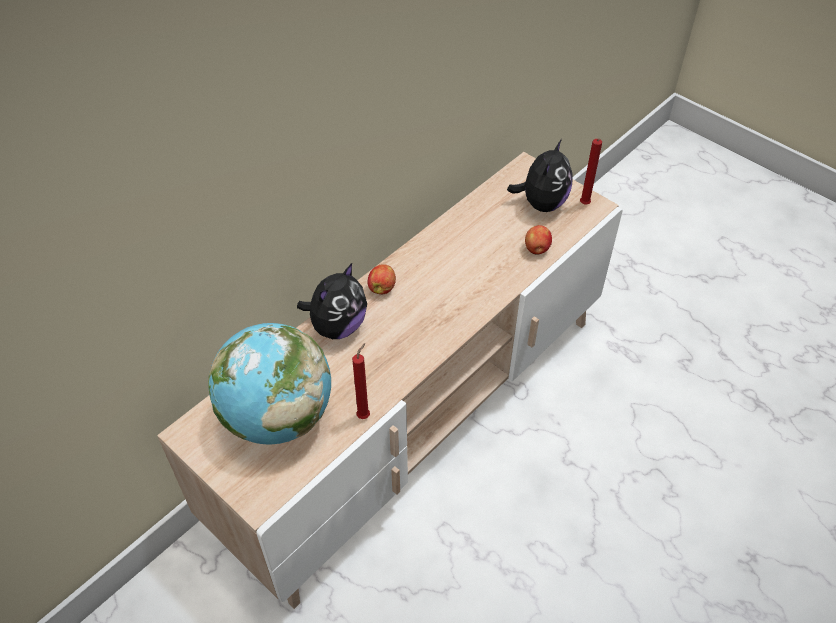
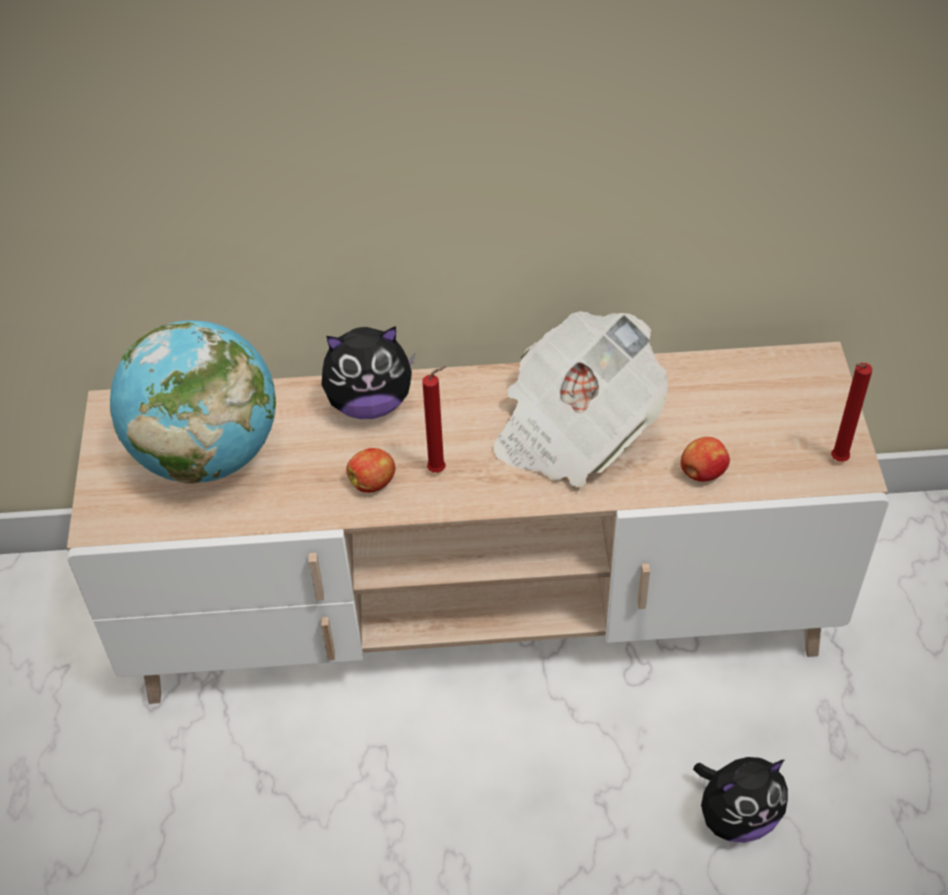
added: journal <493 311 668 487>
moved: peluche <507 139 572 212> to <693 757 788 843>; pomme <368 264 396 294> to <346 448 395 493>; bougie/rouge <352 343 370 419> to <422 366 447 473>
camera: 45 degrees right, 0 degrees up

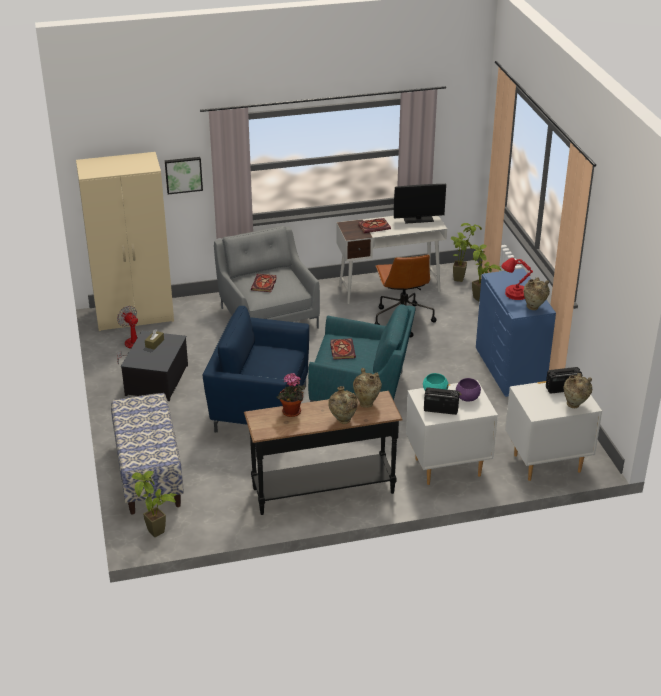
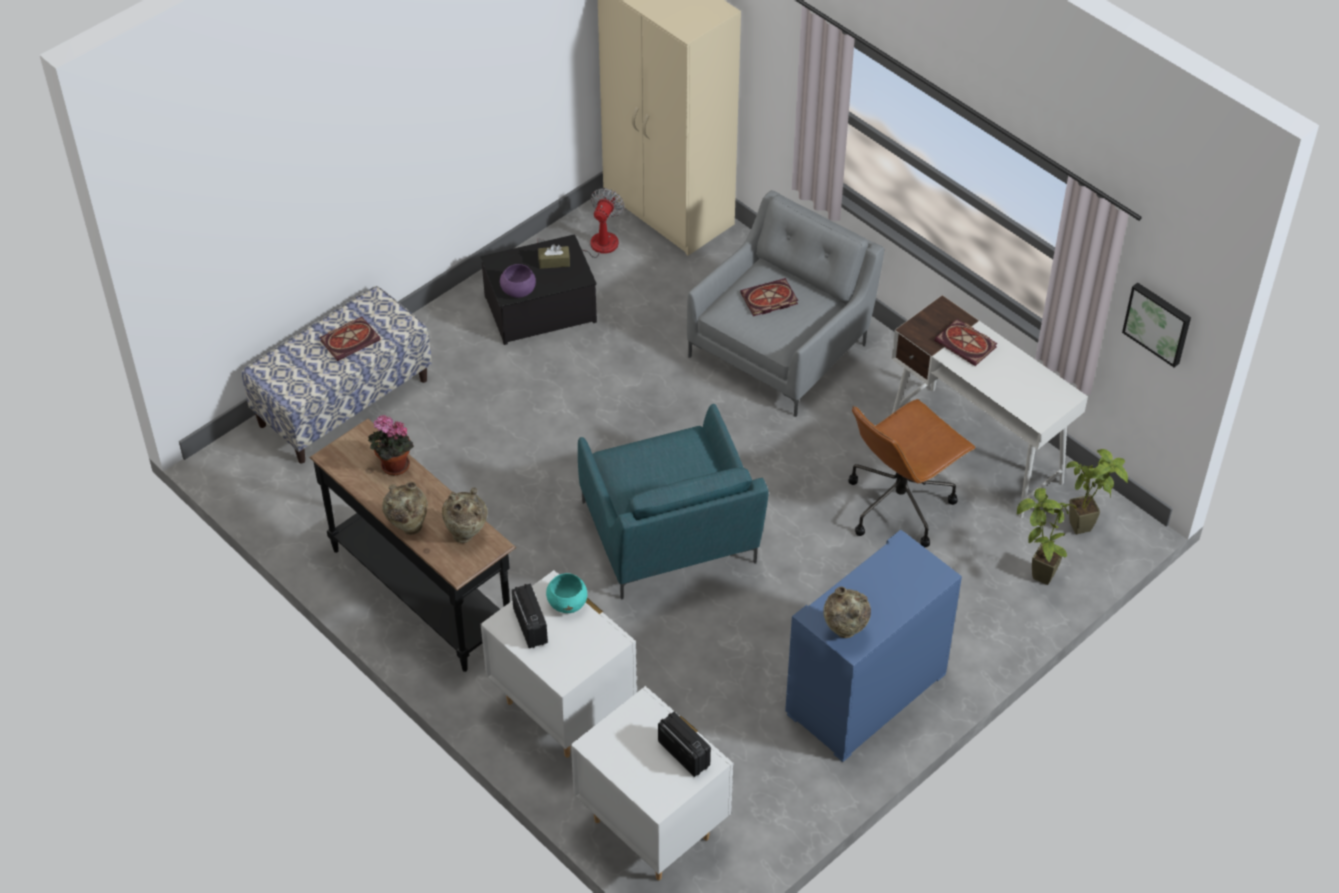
removed: écran d'ordinateur <394 184 446 224>; lampe de table/rouge <501 258 533 300>; fauteuil/bleu <203 306 309 433>; vase/beige <563 373 592 408>; plante en pot <132 471 176 537>
moved: tableau <165 157 203 195> to <1122 282 1191 368>; livre <330 338 356 360> to <320 317 381 361>; bol/violet <456 378 481 401> to <500 264 536 298>
camera: 60 degrees right, 15 degrees up

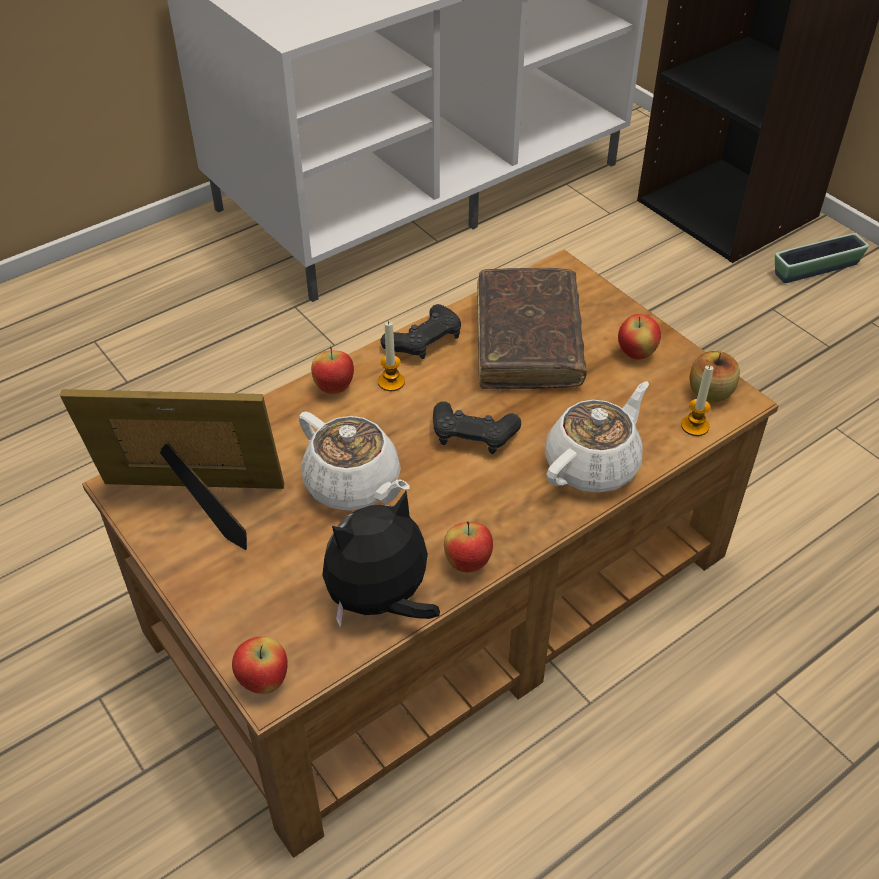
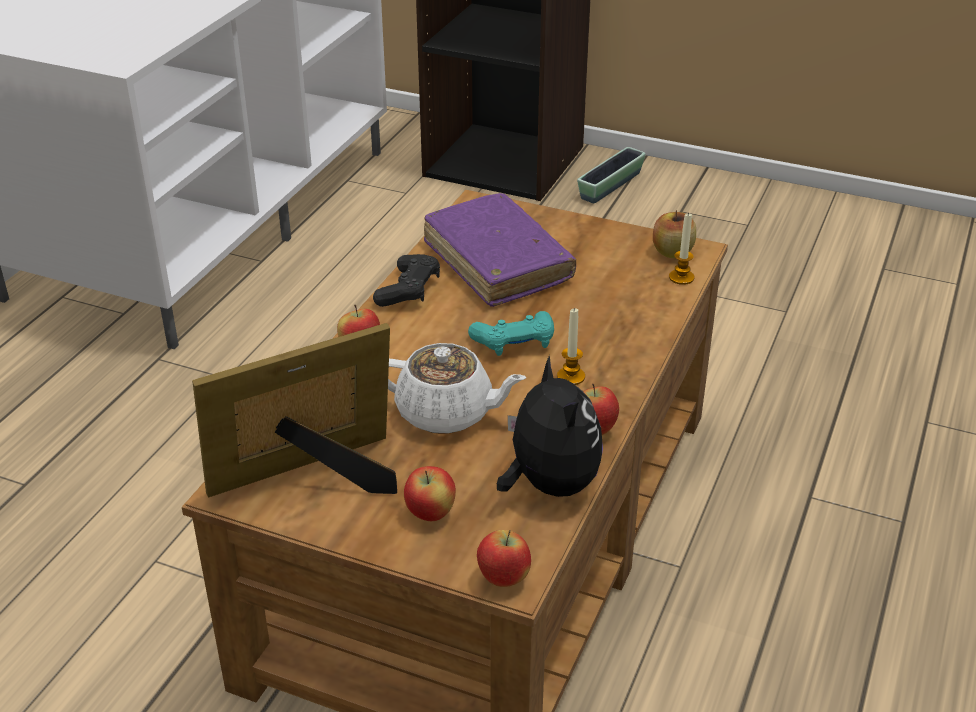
removed: théière/blanc <545 382 649 493>
moved: pomme <618 314 661 360> to <404 466 456 521>; bougie <378 321 405 391> to <557 307 585 385>
recoloured: livre/marron <477 268 587 389> to livre/violet <424 193 576 307>; manette/noir <433 401 521 454> to manette/turquoise <468 311 554 356>
turned: peluche <322 491 440 628> = <497 355 603 497> 135 degrees clockwise
camera: 30 degrees left, 10 degrees down

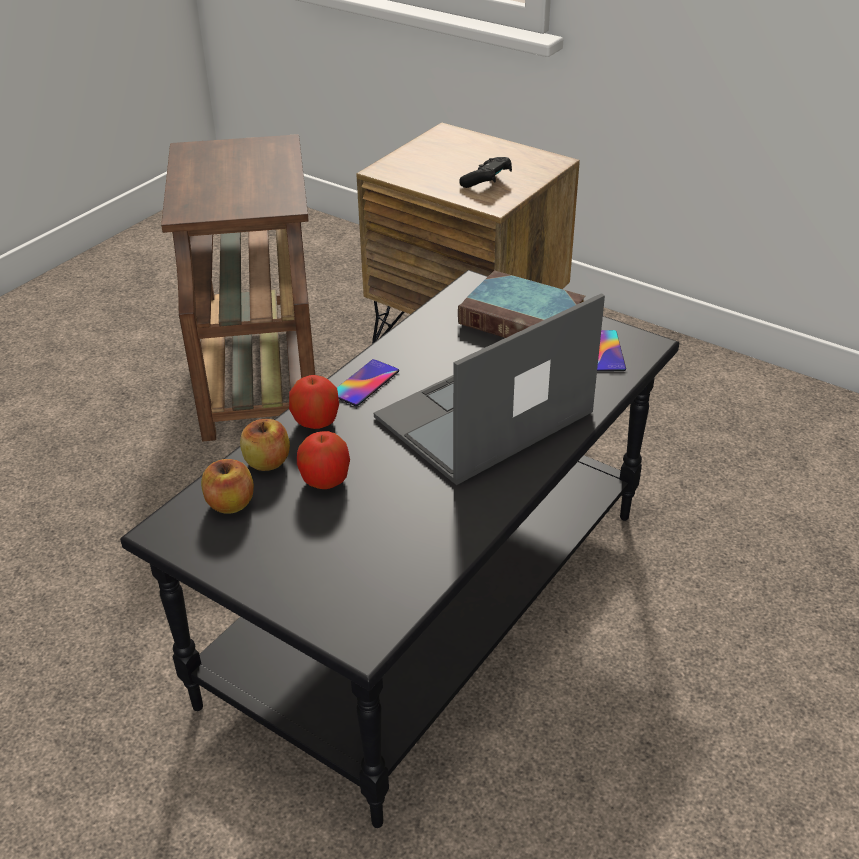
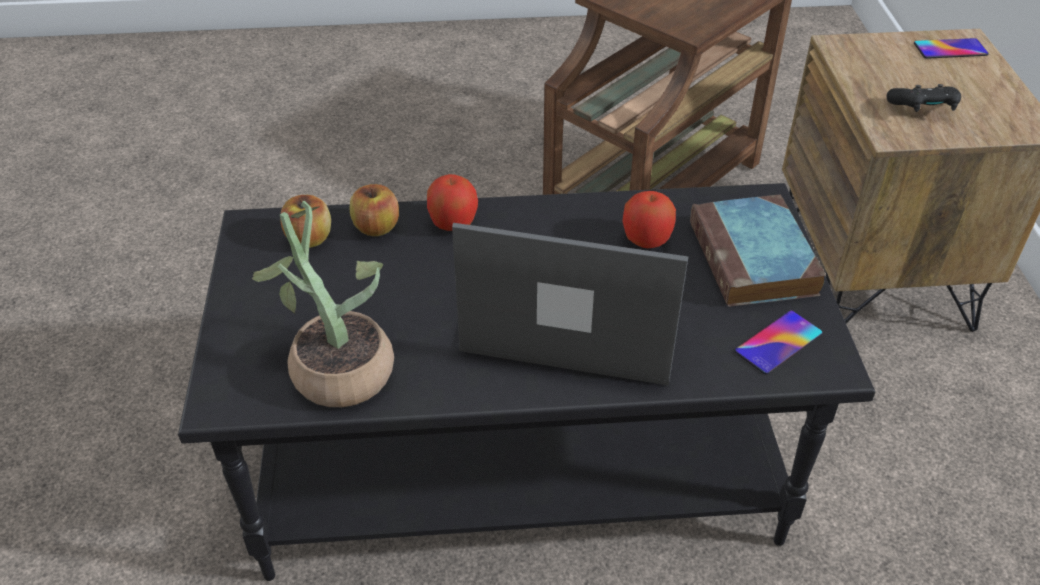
added: plante en pot <252 201 394 407>
moved: téléphone <337 359 399 406> to <914 38 989 59>; pomme <297 431 350 489> to <622 191 676 248>
camera: 50 degrees right, 5 degrees up

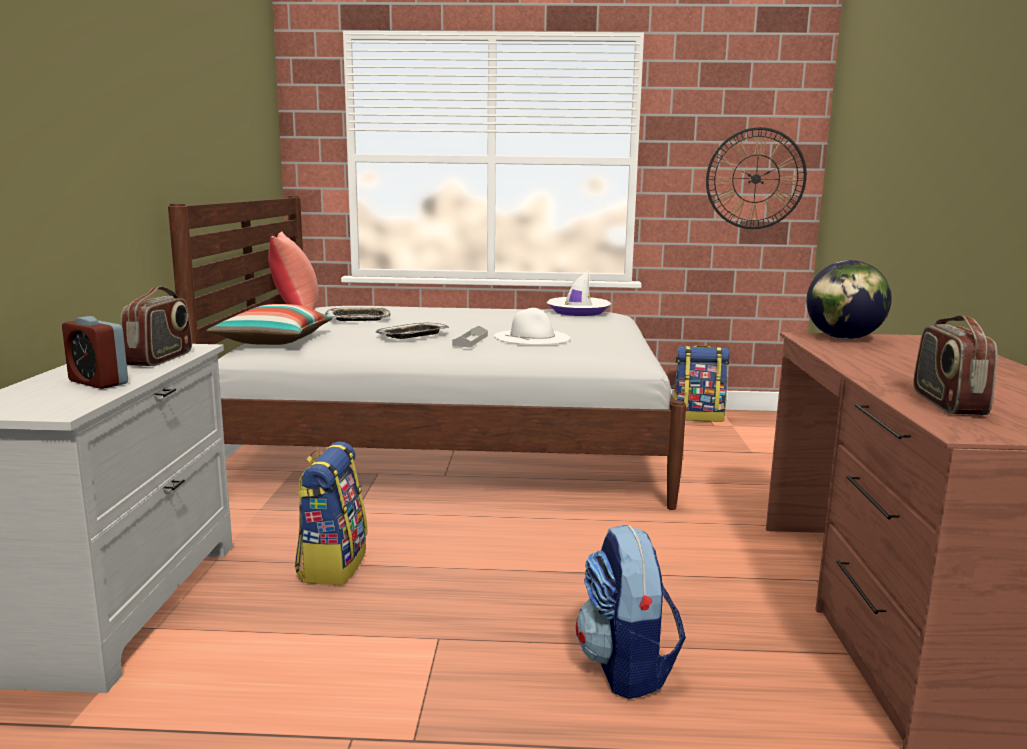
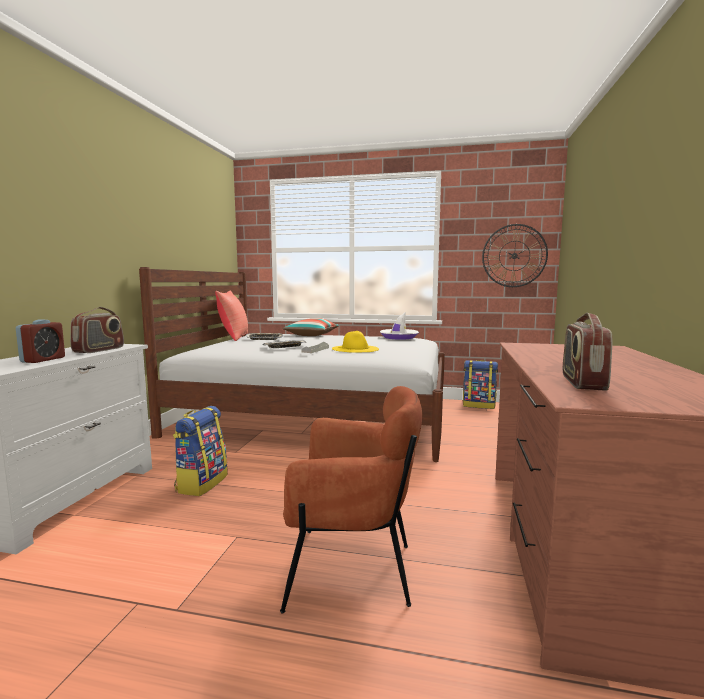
removed: globe <806 260 892 339>
moved: coussin <206 304 333 345> to <282 318 339 336>
replaced: sac à dos <576 525 686 699> to fauteuil/marron <280 386 422 614>
recoloured: chapeau/blanc <494 308 571 345> to chapeau/jaune <332 331 379 353>
turned: réveil <62 316 128 389> = <16 319 65 363> 120 degrees counterclockwise
camera: 10 degrees right, 5 degrees down

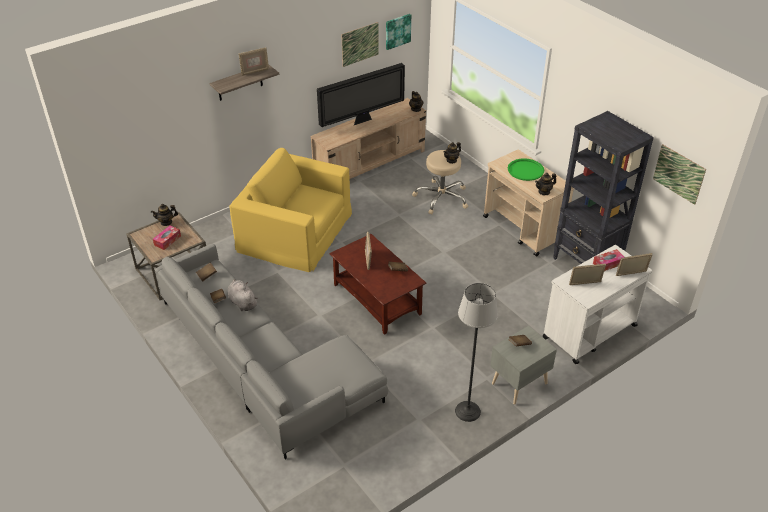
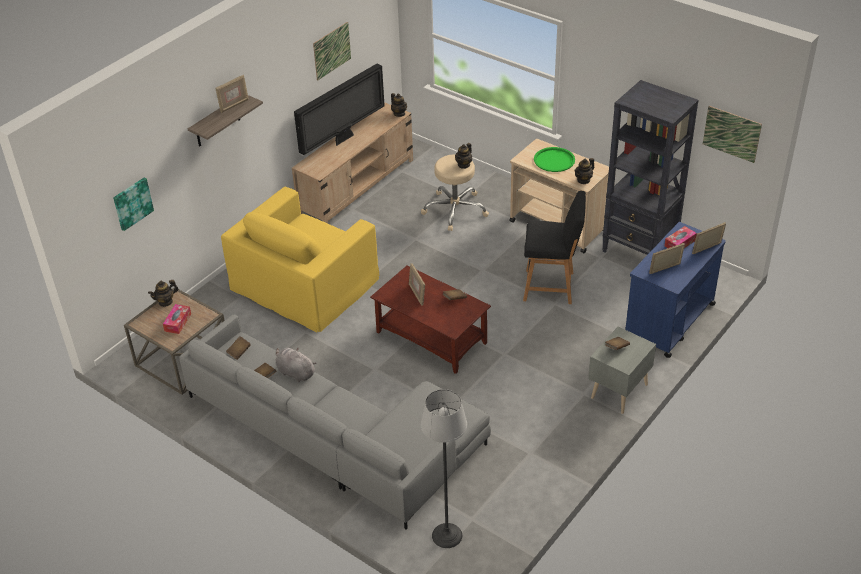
added: tabouret/noir <523 191 586 304>
moved: tableau <386 14 411 50> to <113 178 154 231>; lampadaire <455 283 498 422> to <421 389 467 548>
recoloured: chariot/blanc <543 245 652 364> to chariot/bleu <625 222 726 358>
turned: fauteuil/jaune <229 148 352 272> = <221 187 380 333> 60 degrees counterclockwise
camera: 15 degrees left, 0 degrees up

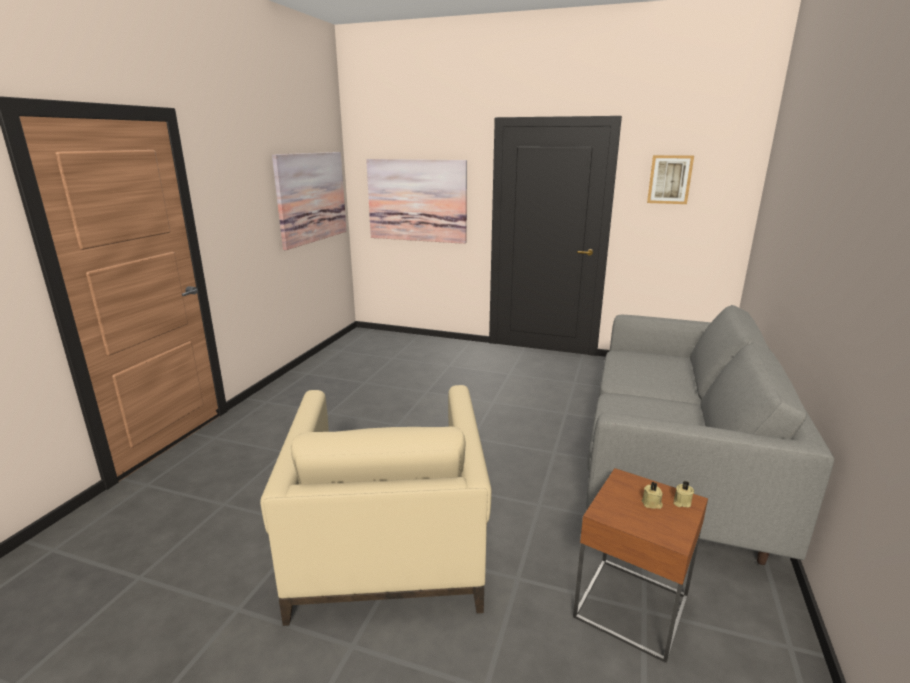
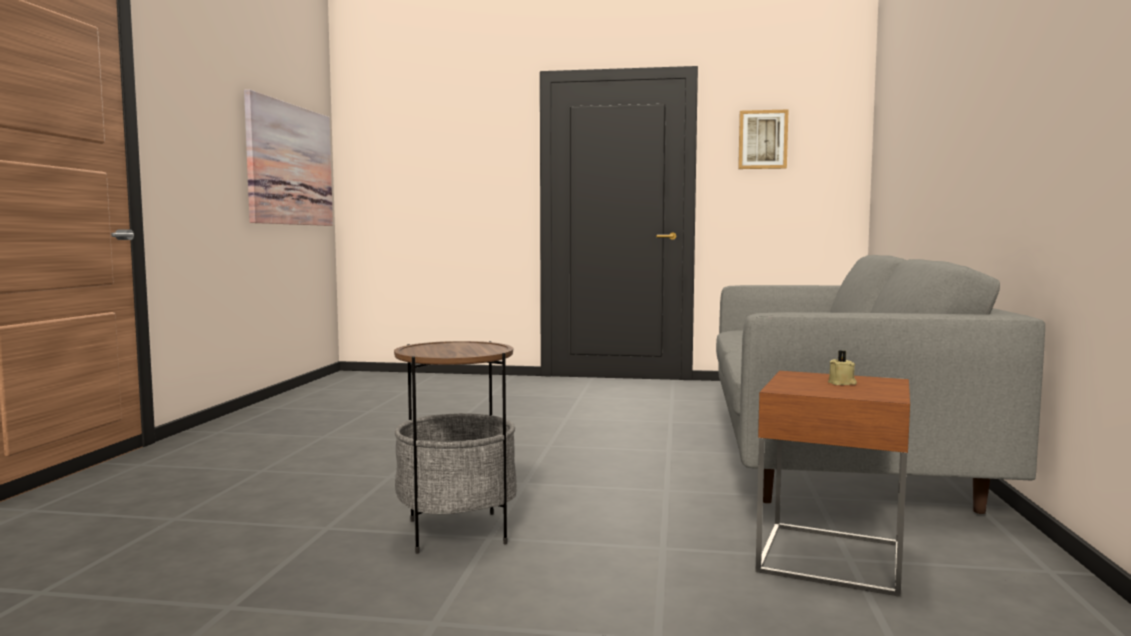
removed: tableau <366 159 467 244>; bougie/beige <673 481 694 508>
replaced: fauteuil/beige <260 385 492 626> to table d'appoint <394 341 517 554>
camera: 10 degrees left, 15 degrees down

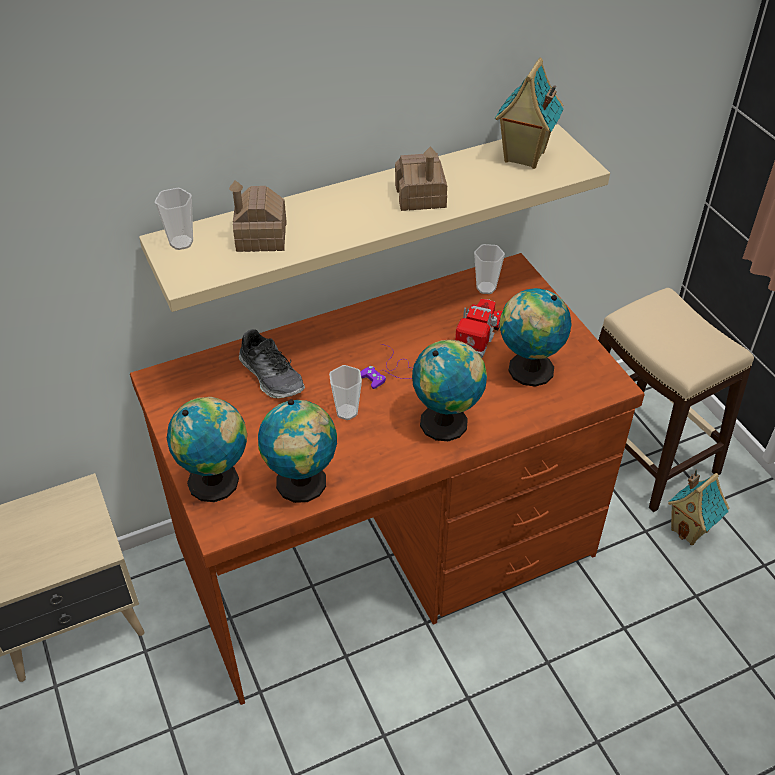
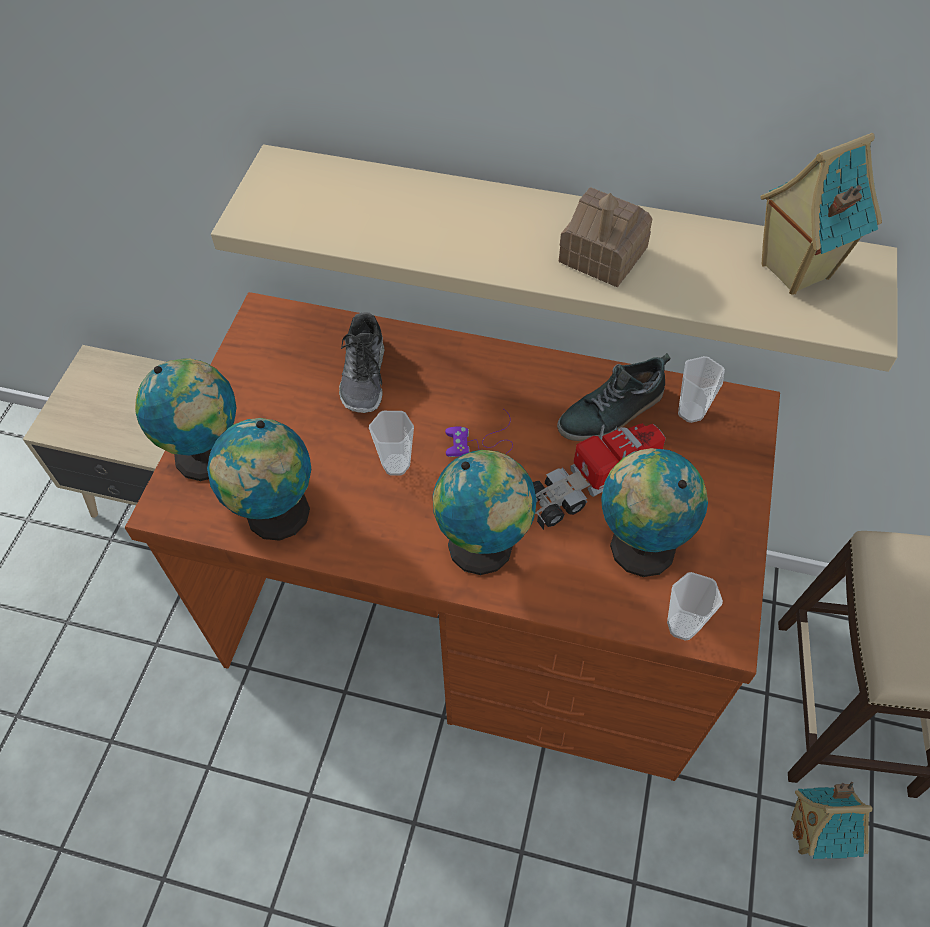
removed: maison miniature <229 180 287 252>
added: chaussure <557 353 670 441>
moved: tasse <155 188 193 250> to <667 572 723 641>
camera: 40 degrees right, 10 degrees up

